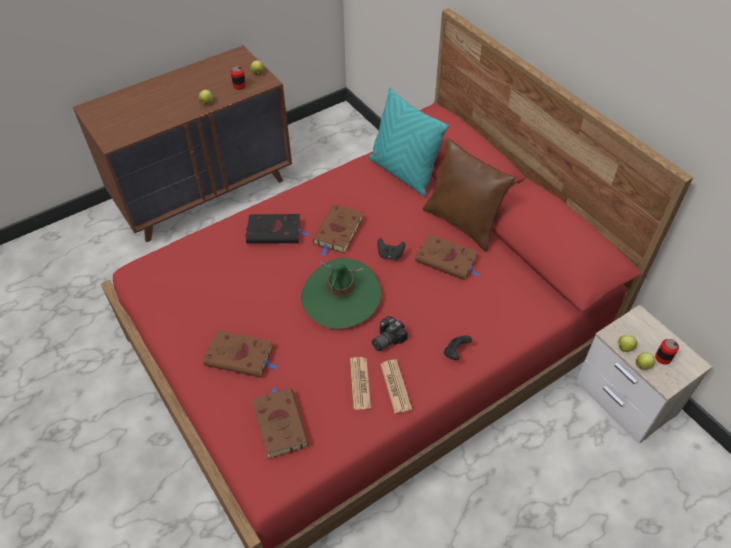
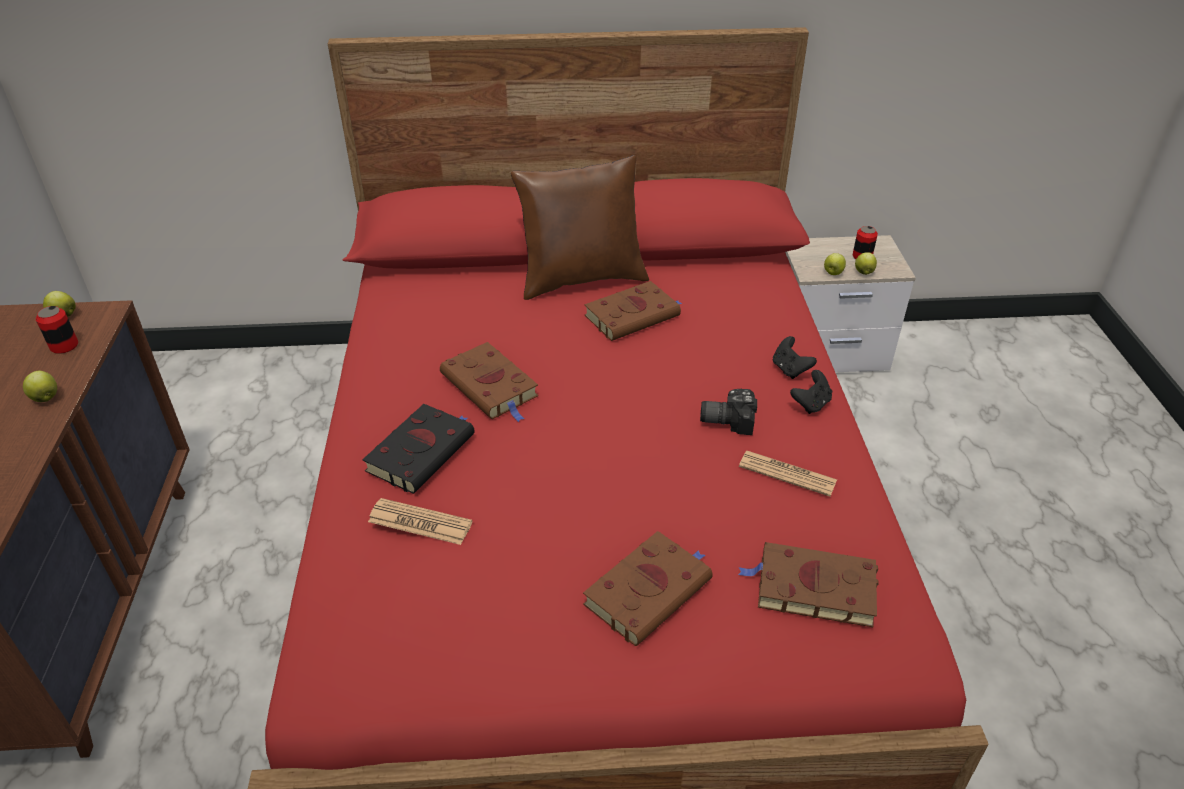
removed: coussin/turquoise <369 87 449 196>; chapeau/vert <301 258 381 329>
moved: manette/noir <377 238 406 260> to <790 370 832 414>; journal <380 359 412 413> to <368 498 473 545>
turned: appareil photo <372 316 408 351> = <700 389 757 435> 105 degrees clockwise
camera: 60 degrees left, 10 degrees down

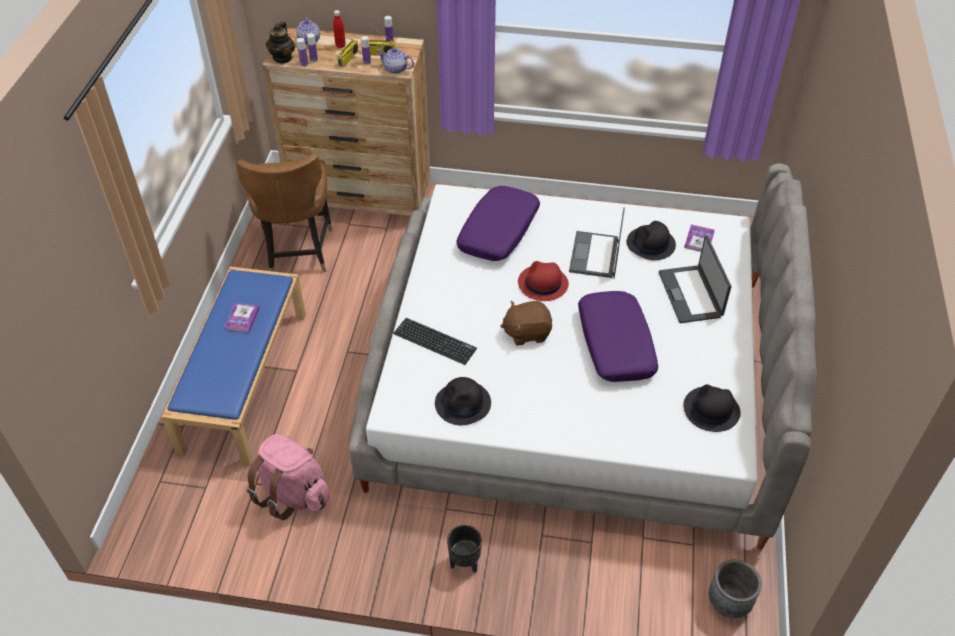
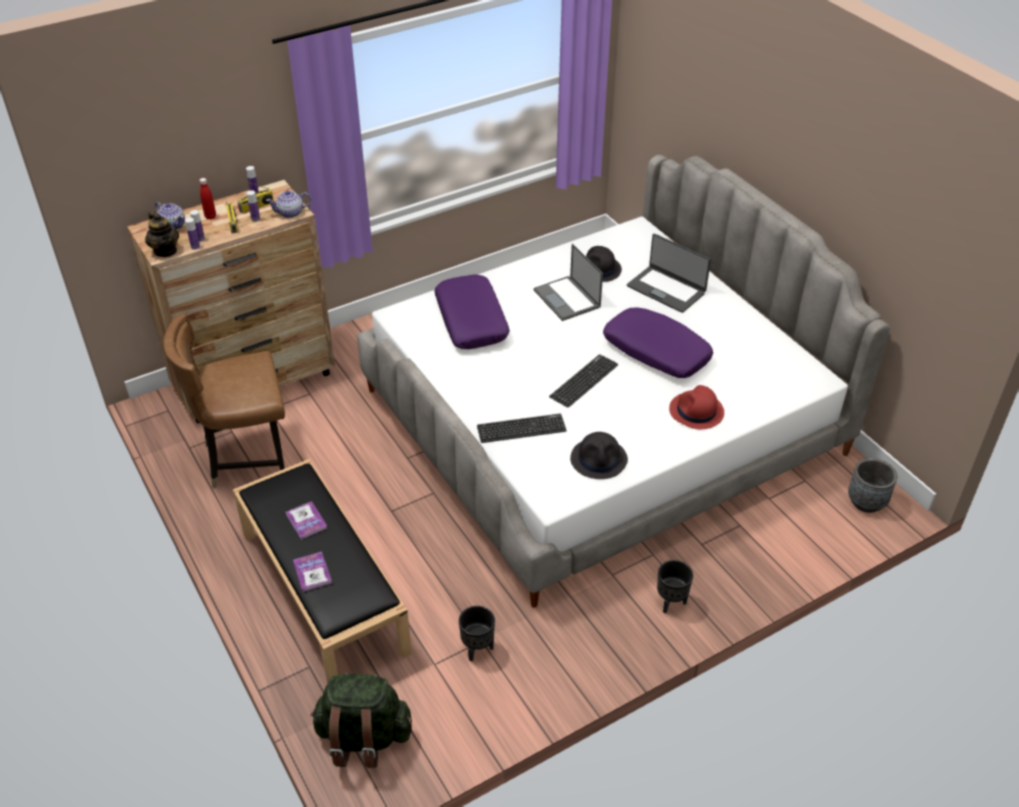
removed: chapeau/noir <683 384 741 432>
added: sac à dos/vert <310 674 412 768>
moved: livre <684 224 715 252> to <293 552 332 592>; chapeau/rouge <518 261 569 301> to <669 385 724 429>
replaced: peluche/marron <500 301 552 345> to clavier <549 354 618 408>; sac à dos/rose <247 434 330 520> to cache-pot/noir <459 606 495 661>
recoloured: banc/bleu <162 267 306 465> to banc/noir <233 459 412 684>
turned: chaise/marron <236 153 332 272> = <163 314 285 489> 120 degrees clockwise
camera: 40 degrees left, 5 degrees down

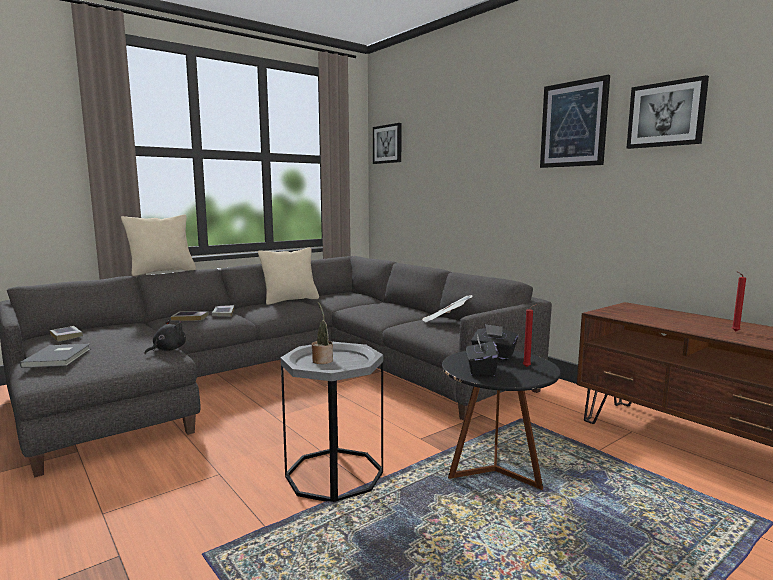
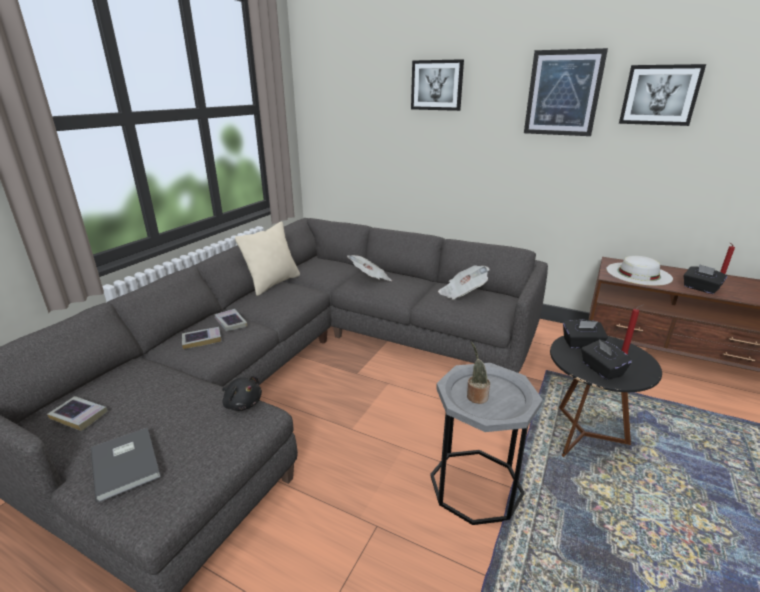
removed: coussin/beige <121 215 196 276>
added: journal <347 255 392 281>; chapeau/blanc <606 256 673 286>; boîte à mouchoirs/noir <683 264 728 294>
moved: tableau <373 123 402 164> to <411 59 464 111>
turned: peluche/noir <145 320 186 354> = <222 376 262 411> 120 degrees clockwise
camera: 25 degrees left, 15 degrees up

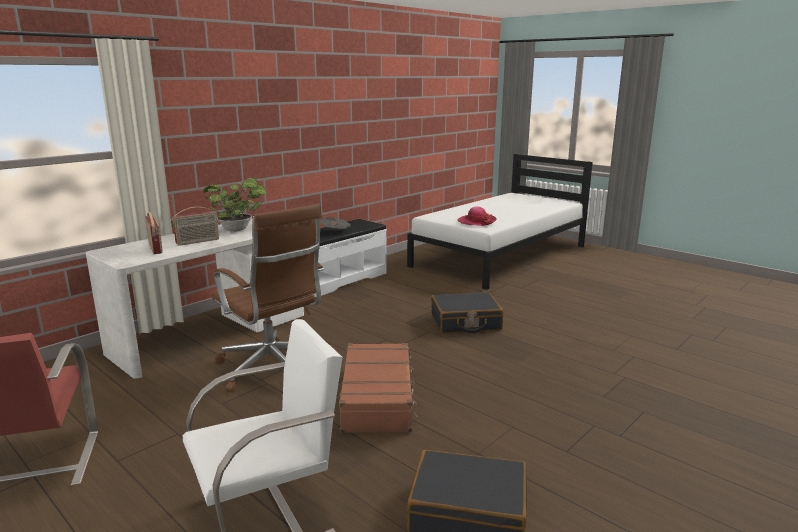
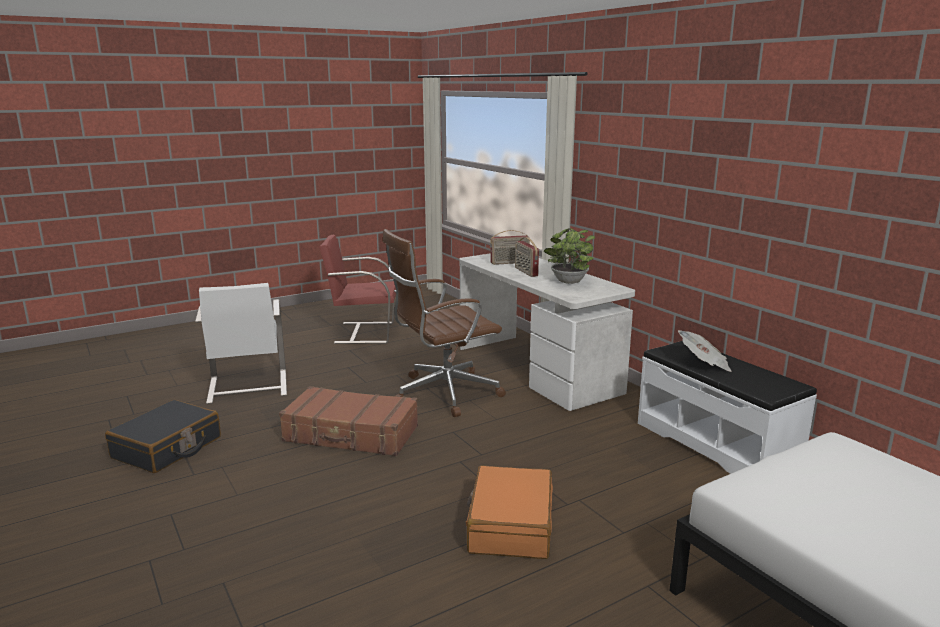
removed: chapeau <458 207 497 226>
recoloured: valise/noir <431 292 503 333> to valise/orange <466 466 553 559>
camera: 105 degrees right, 0 degrees up

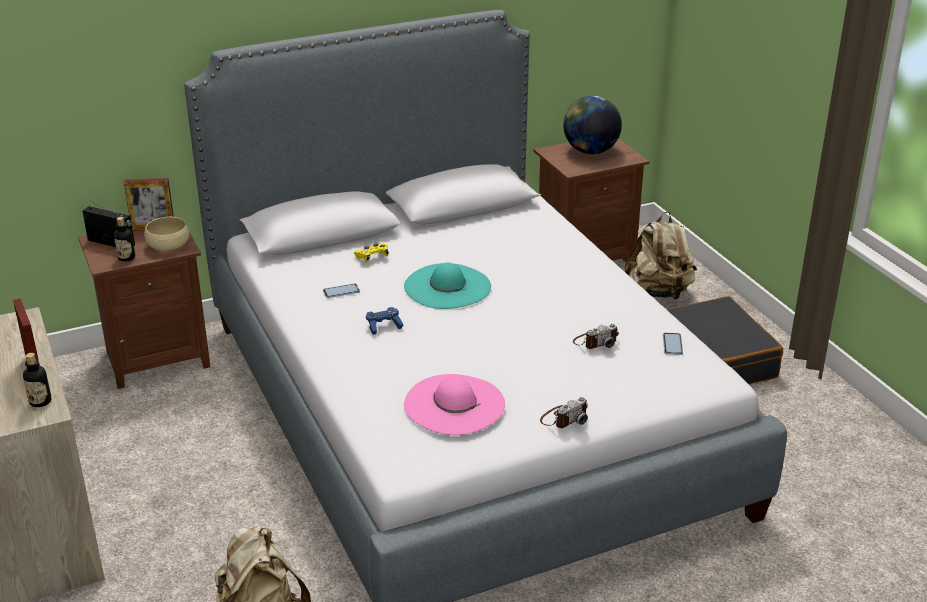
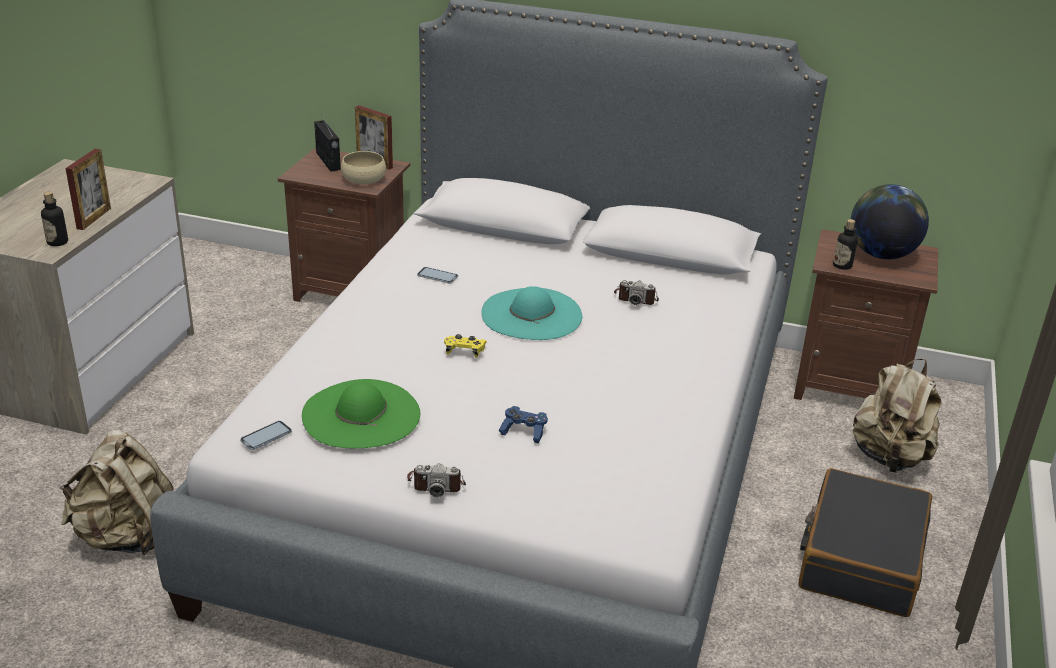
moved: bouteille <114 217 135 262> to <833 219 858 270>; manette/jaune <354 243 389 262> to <444 334 487 358>; manette/bleu <366 307 403 335> to <499 406 548 443>; appareil photo <573 324 619 349> to <614 280 659 305>; téléphone <663 333 683 355> to <240 421 292 450>
recoloured: chapeau/rose <404 374 505 435> to chapeau/vert <302 379 420 448>
camera: 40 degrees right, 0 degrees up

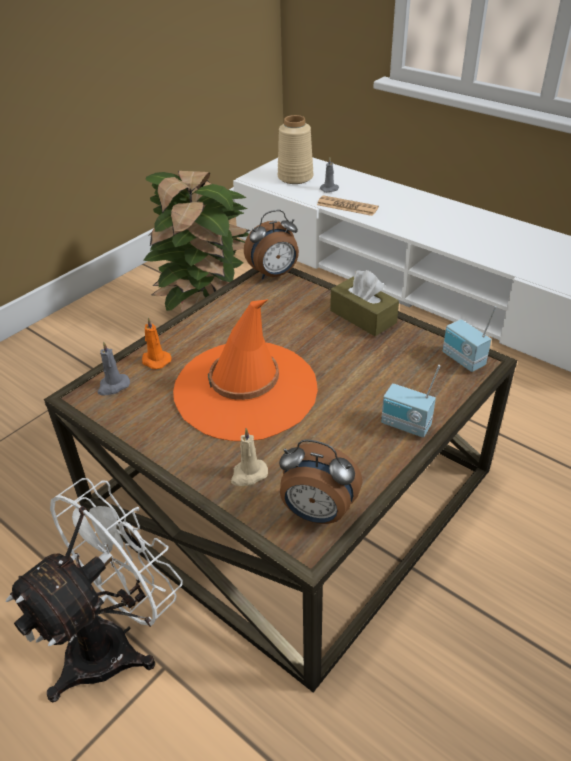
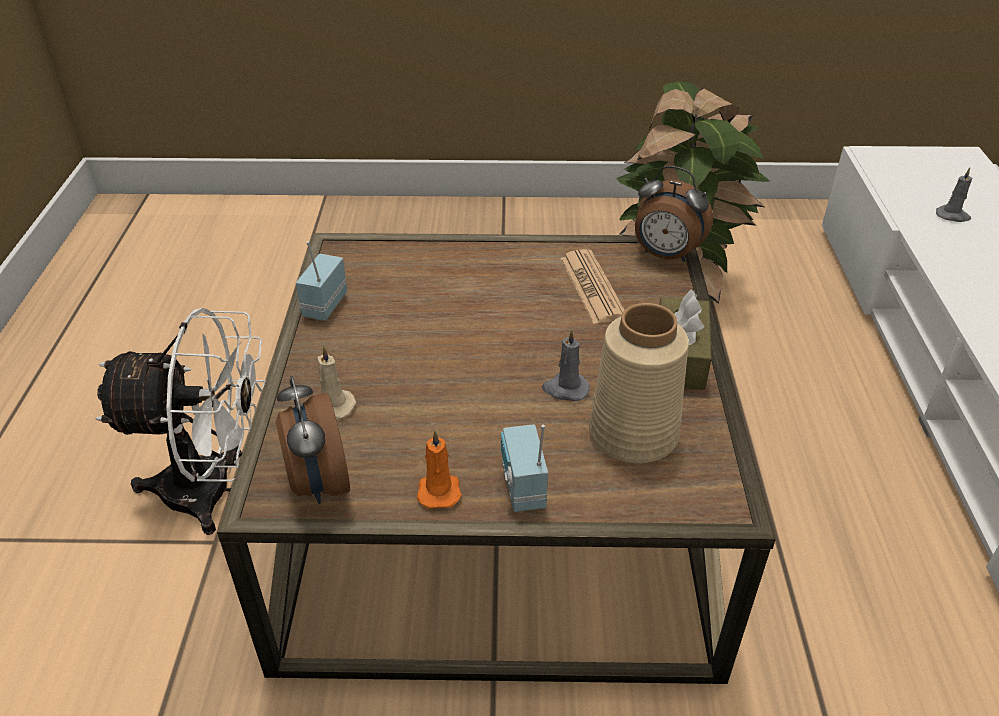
removed: chapeau/orange <173 299 318 441>
moved: vase/beige <278 115 313 184> to <589 303 689 463>; journal <317 195 379 216> to <560 249 625 324>; radio <442 306 496 372> to <296 241 347 321>; bougie/orange <142 317 171 369> to <417 430 462 509>; bougie/gris <97 341 130 395> to <542 329 590 401>
camera: 50 degrees right, 0 degrees up

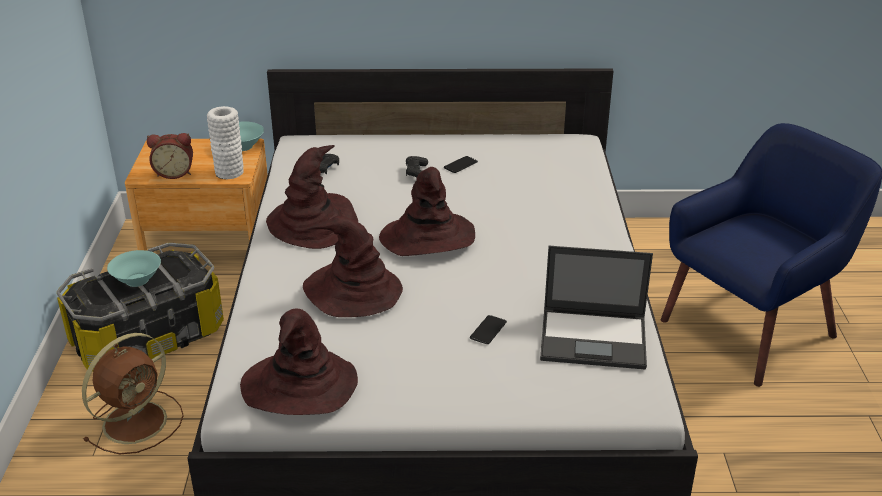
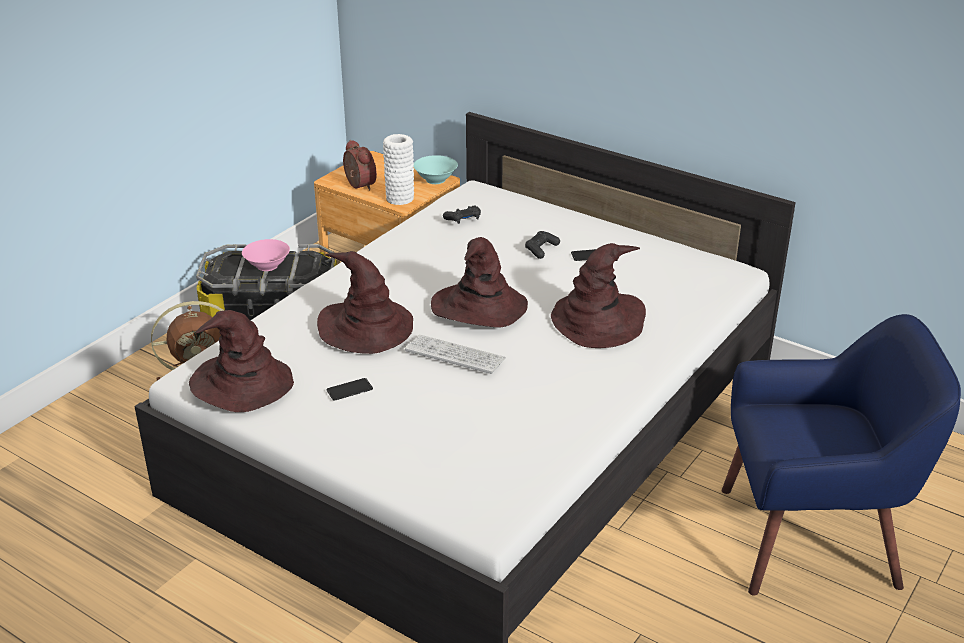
removed: ordinateur portable <540 246 653 369>
added: clavier <405 335 506 374>
moved: chapeau/marron <266 145 358 249> to <551 243 646 348>; téléphone <470 315 507 344> to <327 378 373 400>
recoloured: bol/turquoise <107 250 161 287> to bol/rose <242 239 290 271>
turned: réveil <147 133 193 179> = <343 140 377 190> 150 degrees counterclockwise
camera: 35 degrees right, 0 degrees up

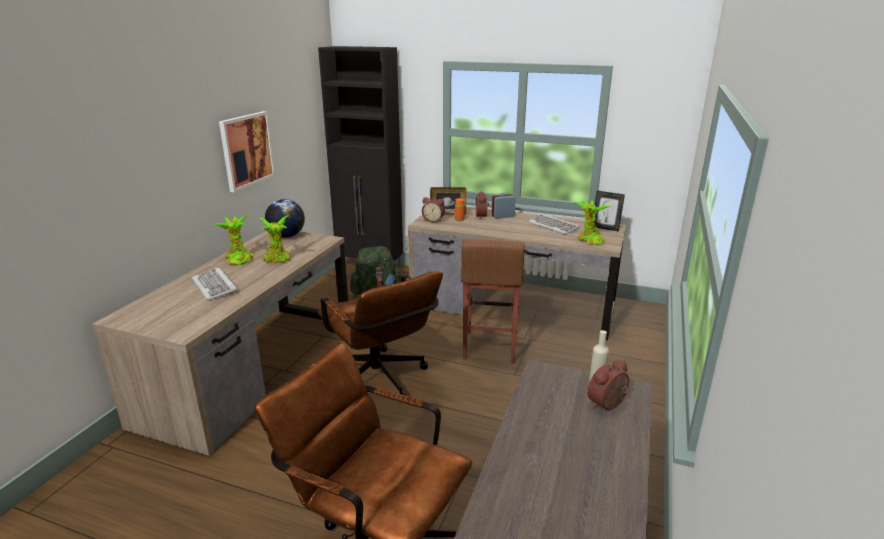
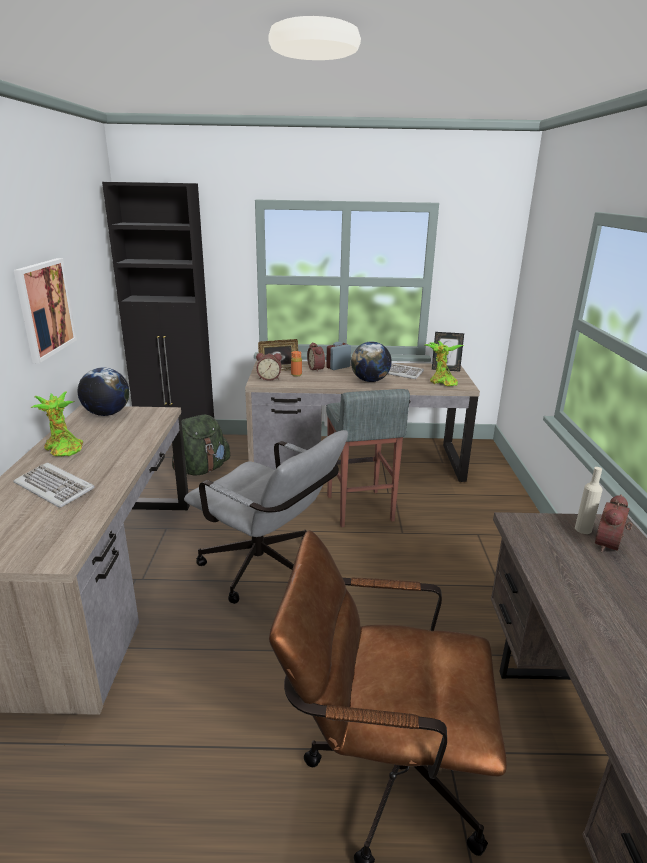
removed: plante en pot <259 216 291 263>
added: globe <351 341 392 382>
recoloured: tabouret/marron <461 239 525 364> to tabouret/gris <326 389 410 527>; chaise de bureau/marron <318 271 443 403> to chaise de bureau/gris <184 430 348 604>
camera: 20 degrees left, 0 degrees up

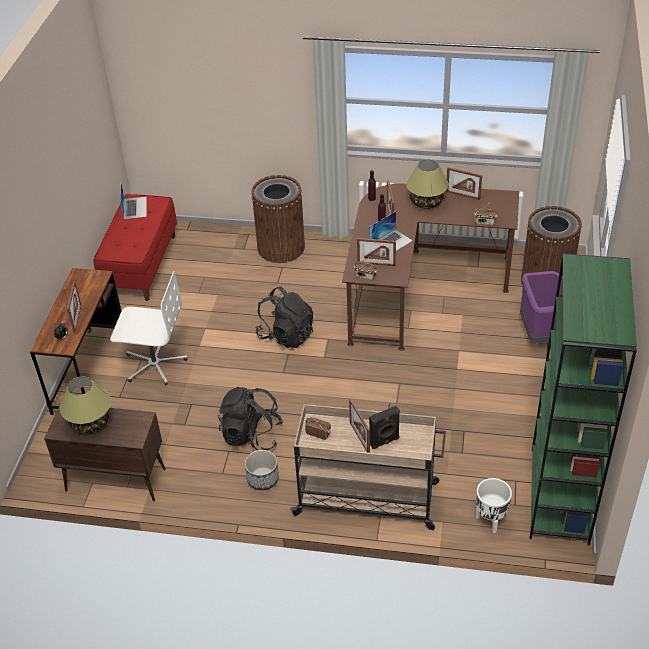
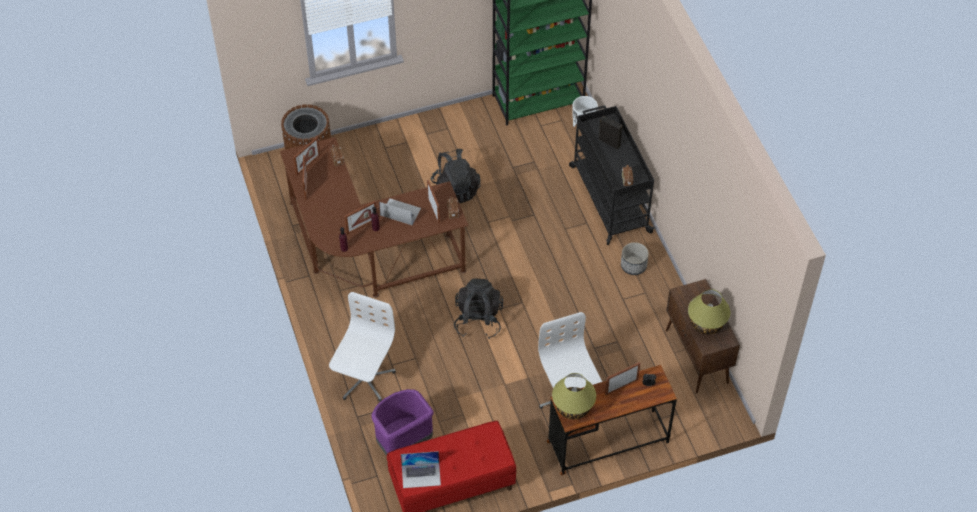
moved: lampe de table <406 159 448 209> to <552 373 596 419>; poubelle/violet <520 271 563 344> to <371 389 434 456>; sac à dos/noir <218 387 284 450> to <431 149 480 203>; cadre photo <349 398 370 453> to <293 137 320 176>
replaced: poubelle/marron <252 175 305 263> to chaise de bureau/blanc <329 292 396 402>
recoloured: chariot/beige <290 404 446 530> to chariot/noir <569 105 655 245>
turned: ordinateur portable <120 184 147 219> = <401 451 441 488> 150 degrees counterclockwise
camera: 120 degrees left, 10 degrees up

